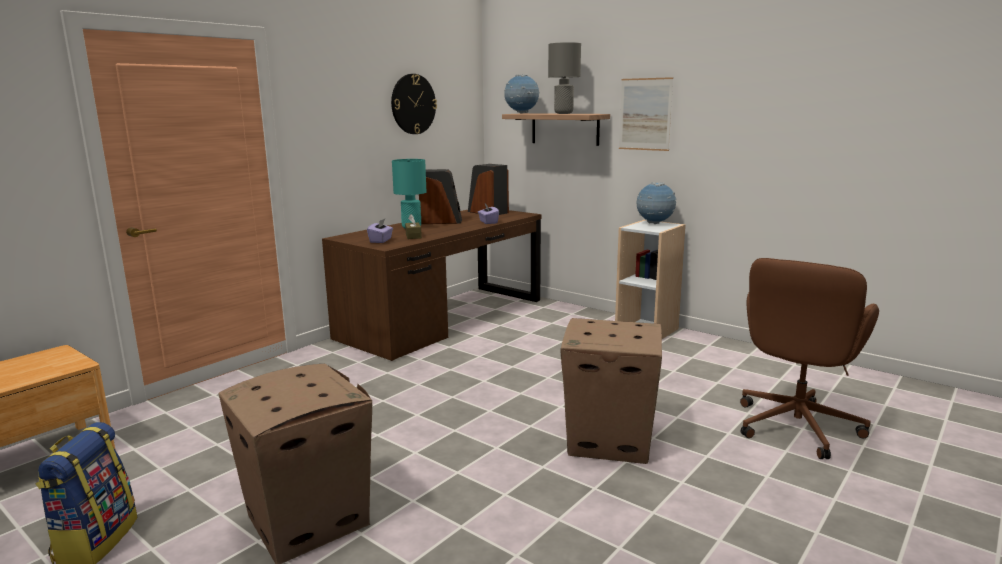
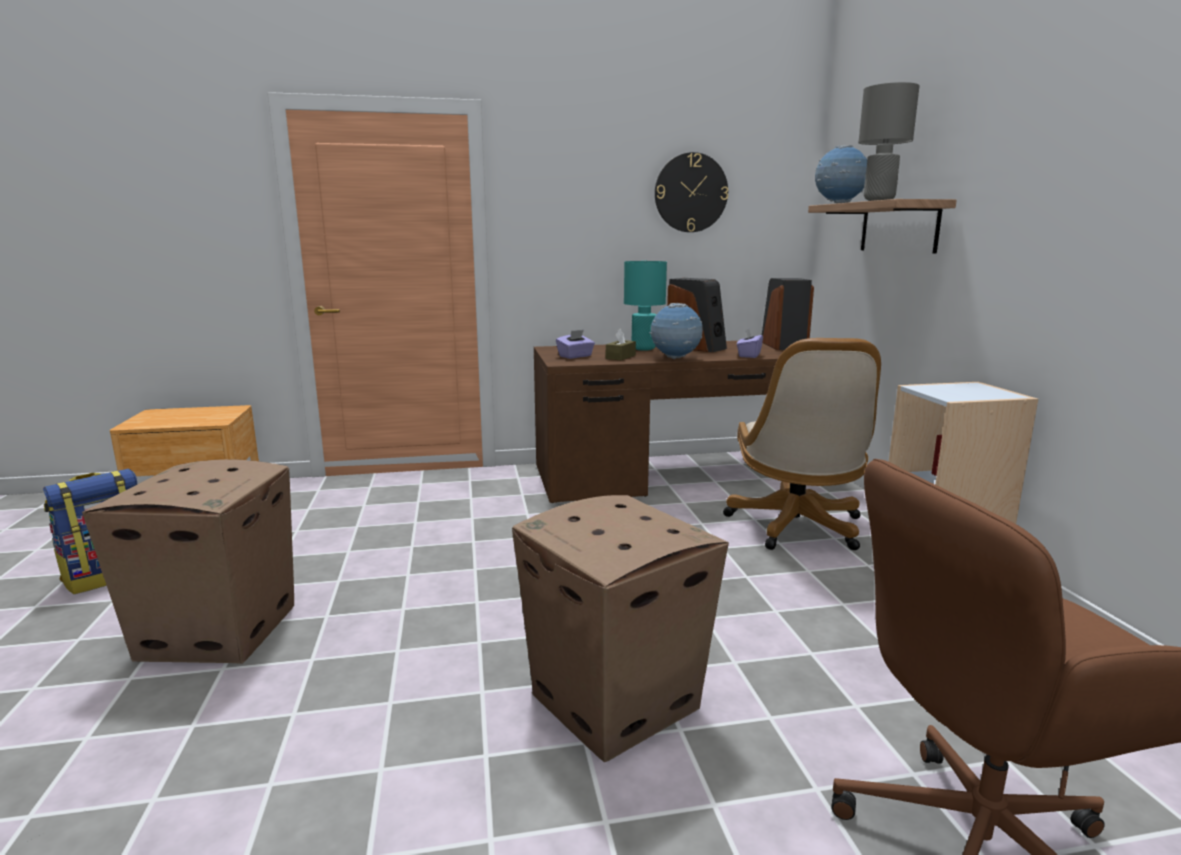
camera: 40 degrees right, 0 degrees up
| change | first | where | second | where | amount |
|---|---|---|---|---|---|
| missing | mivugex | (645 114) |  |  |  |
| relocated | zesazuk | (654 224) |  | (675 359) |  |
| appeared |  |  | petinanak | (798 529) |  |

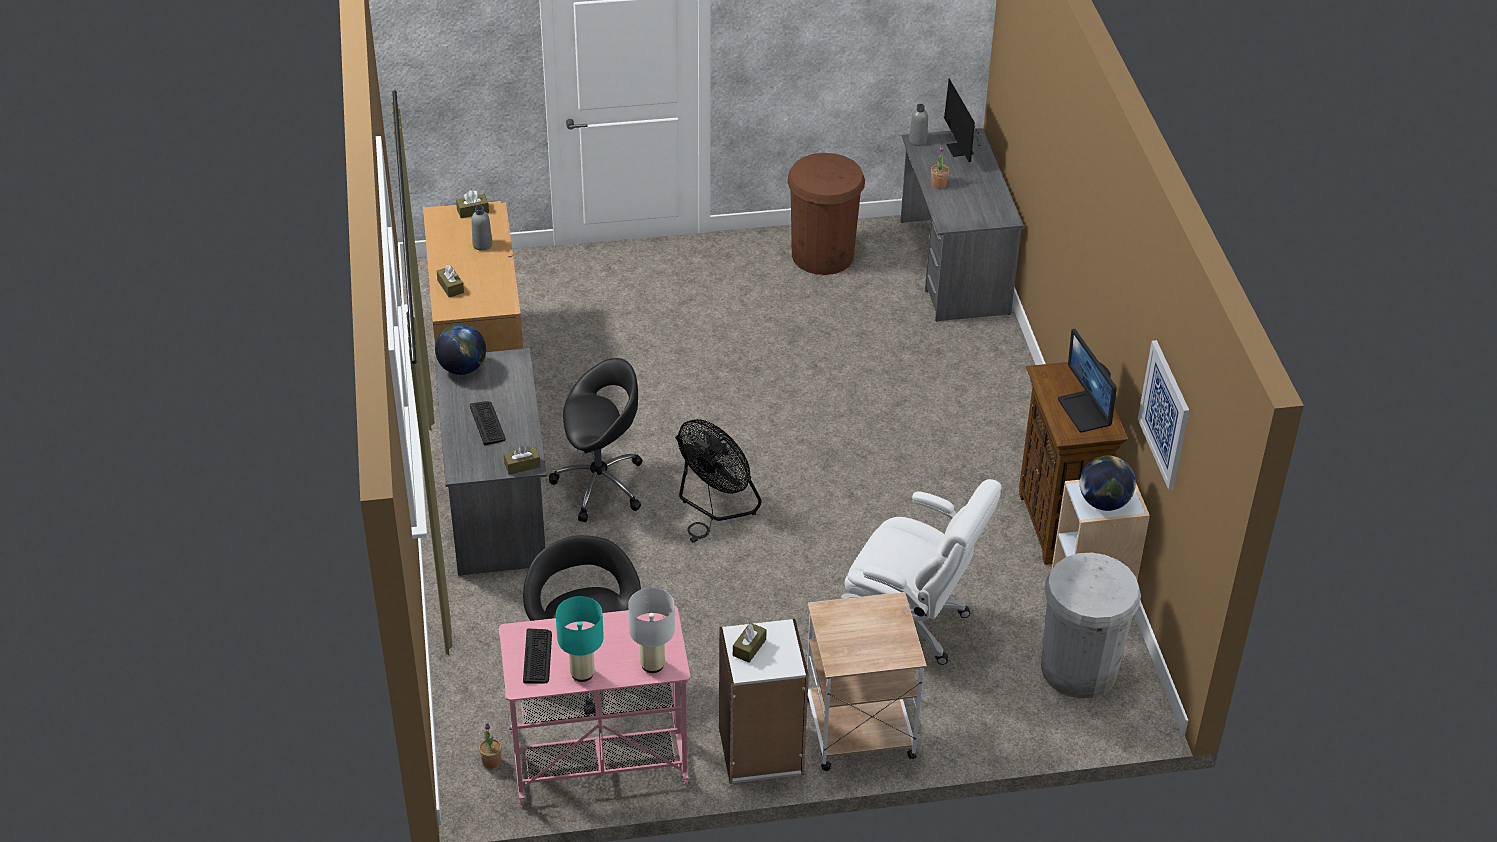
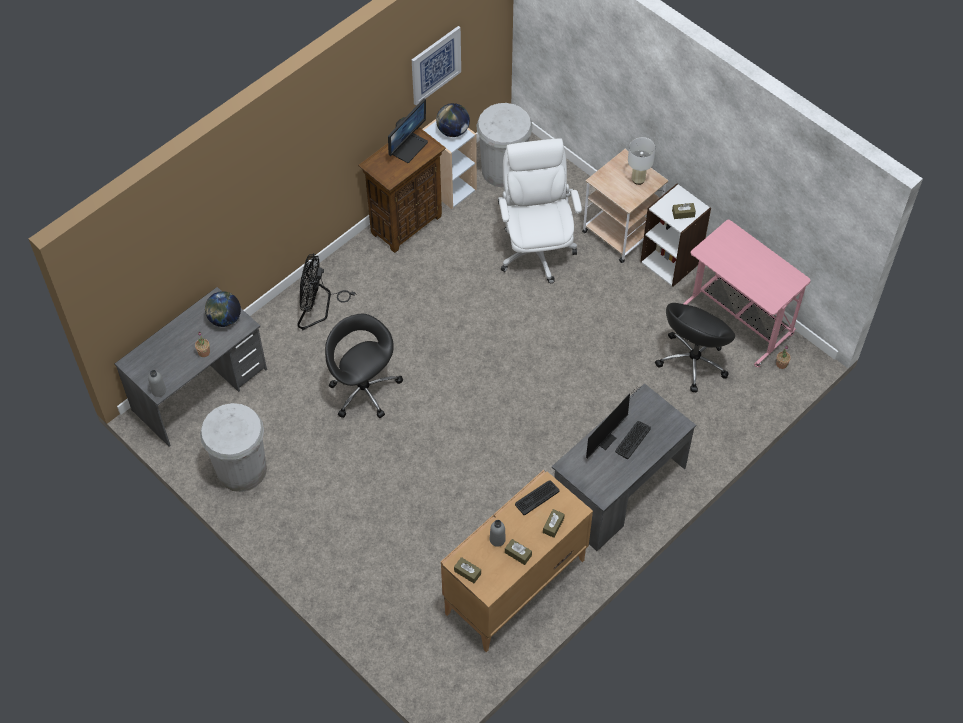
camera: 125 degrees left, 15 degrees up
| change | first | where | second | where | amount |
|---|---|---|---|---|---|
| relocated | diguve | (960 151) |  | (606 437) |  |
| colour | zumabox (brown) | (822 255) | zumabox (white) | (241 469) |  |
| relocated | zesazuk | (462 368) |  | (225 319) |  |
| relocated | petinanak (black) | (602 484) |  | (364 390) |  |
| relocated | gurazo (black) | (709 504) |  | (319 303) |  |
| relocated | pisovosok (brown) | (522 465) |  | (518 554) |  |
| relocated | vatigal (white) | (652 665) |  | (638 179) |  |
| missing | vatigal (turquoise) | (581 673) |  |  |  |
| relocated | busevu | (537 657) |  | (537 497) |  |

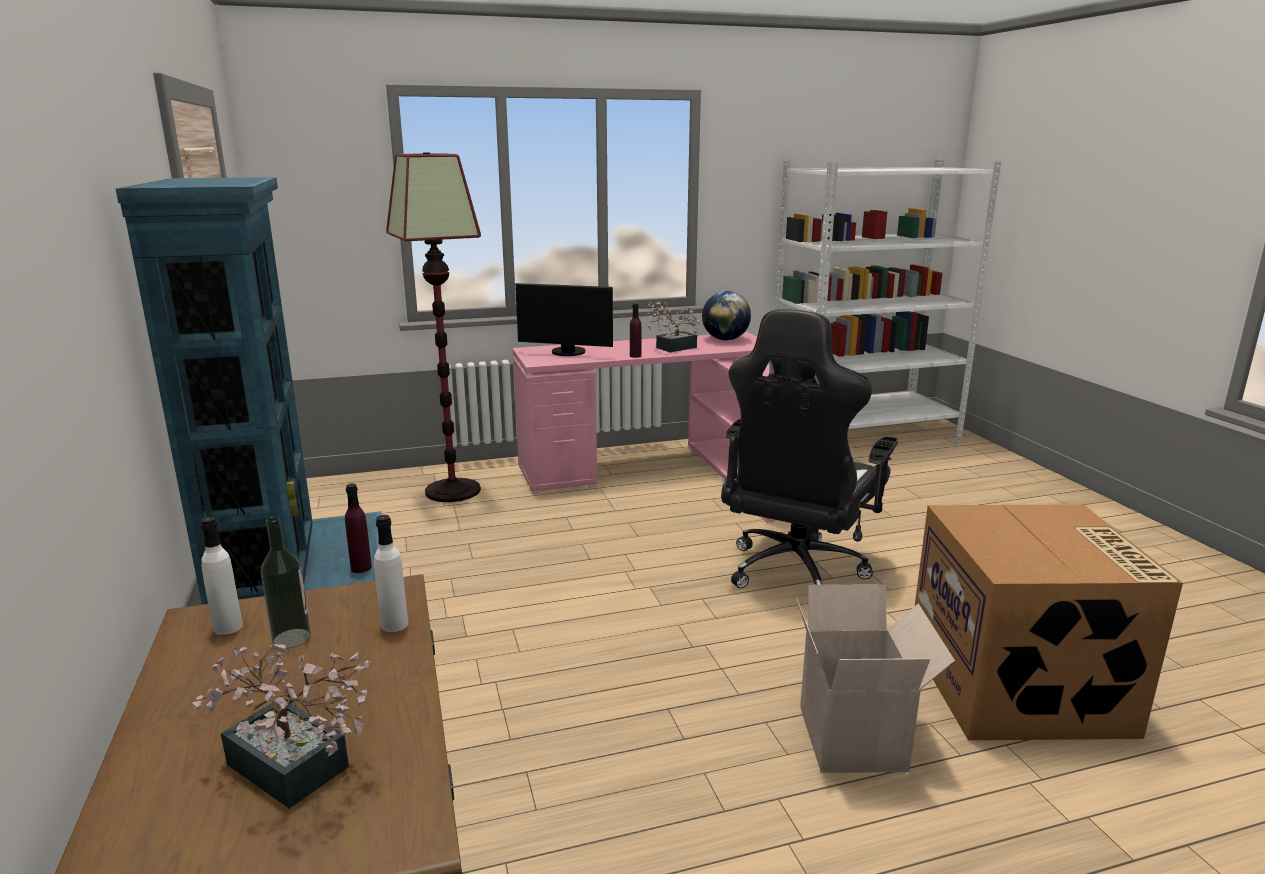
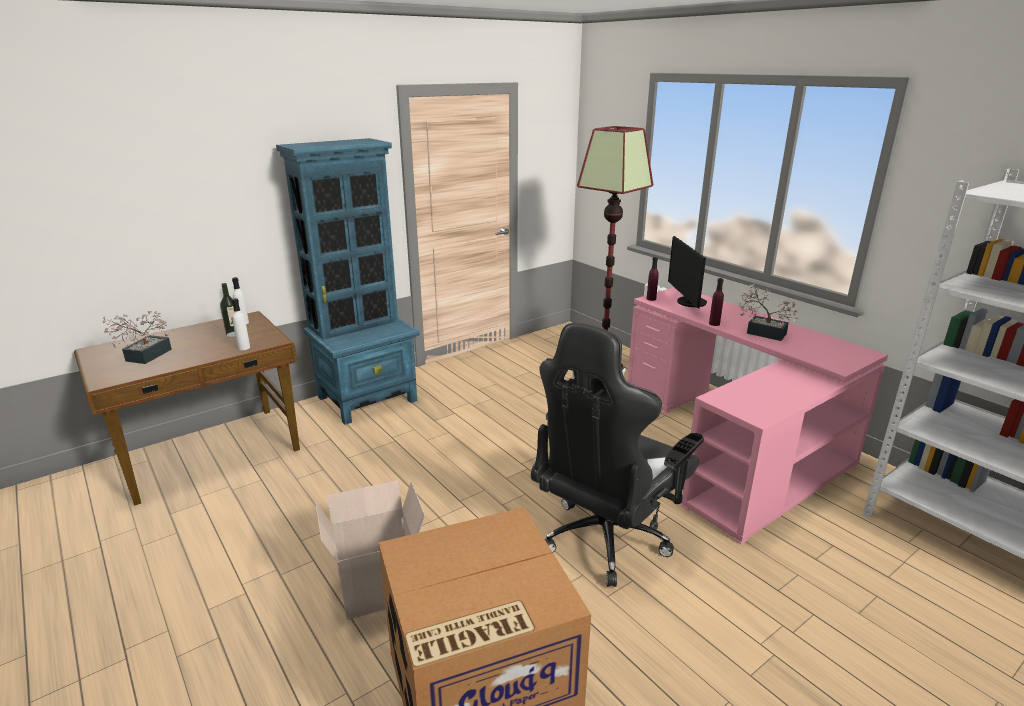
camera: 70 degrees right, 5 degrees up
| change | first | where | second | where | amount |
|---|---|---|---|---|---|
| missing | zesazuk | (725 339) |  |  |  |
| spun | petinanak (black) | (798 567) |  | (608 535) | 60 degrees counterclockwise |
| relocated | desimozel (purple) | (361 568) |  | (651 299) |  |

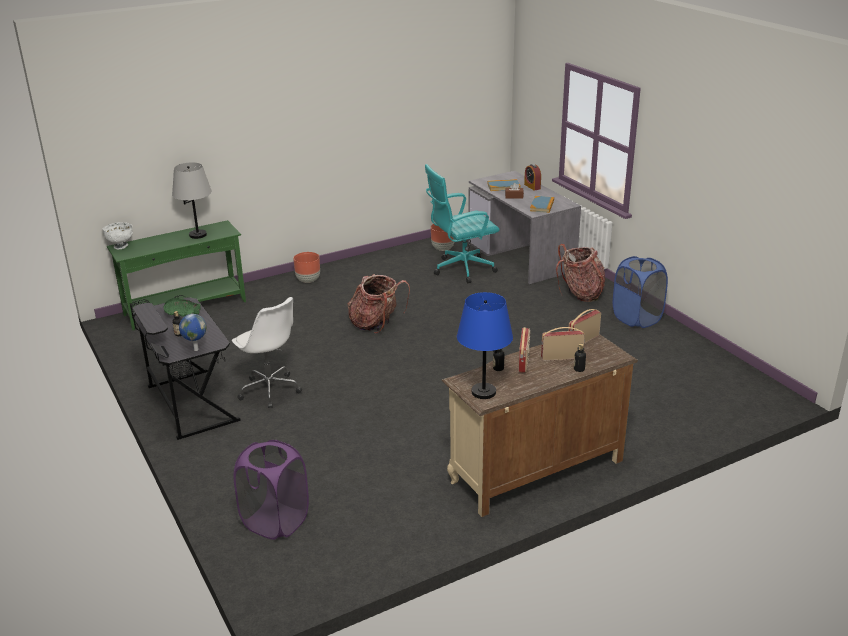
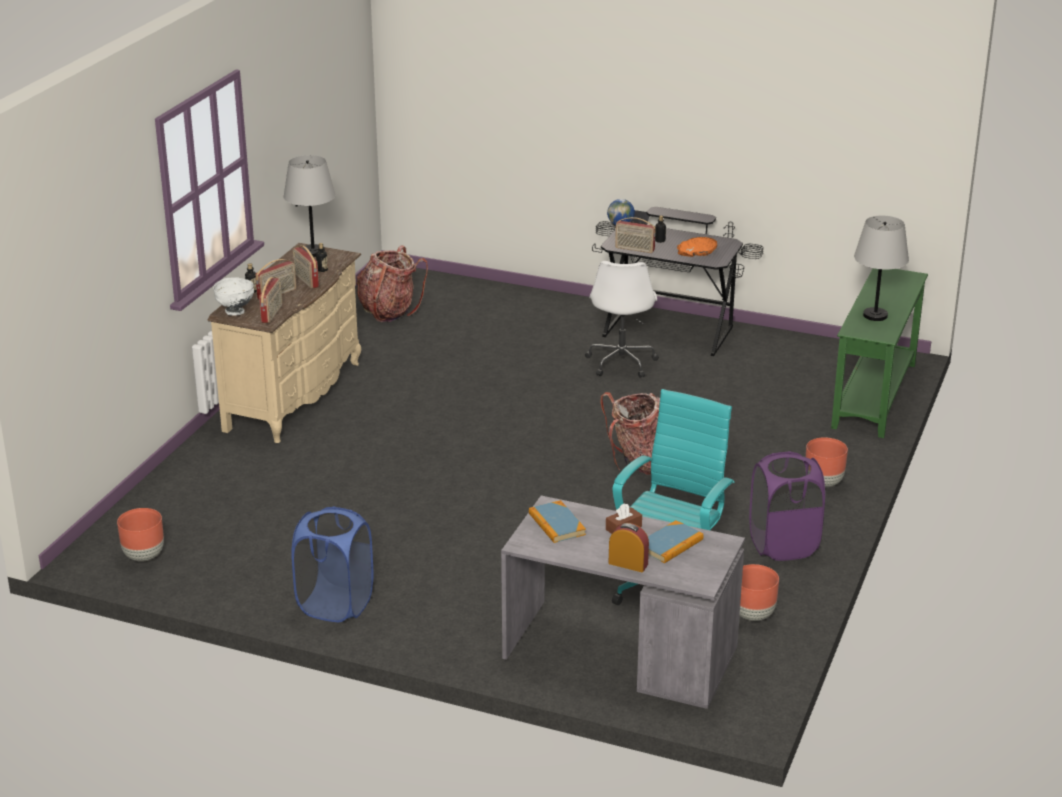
camera: 140 degrees right, 0 degrees up
| change | first | where | second | where | amount |
|---|---|---|---|---|---|
| relocated | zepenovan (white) | (121 246) |  | (235 312) |  |
| relocated | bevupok | (580 294) |  | (389 311) |  |
| colour | vatigal (blue) | (483 392) | vatigal (grey) | (313 252) |  |
| spun | petinanak (white) | (271 391) |  | (621 364) | 90 degrees counterclockwise |
| colour | zepenovan (green) | (182 313) | zepenovan (orange) | (696 253) |  |
| relocated | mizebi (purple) | (275 521) |  | (783 545) |  |
| appeared |  |  | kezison | (634 249) |  |
| appeared |  |  | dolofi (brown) | (143 556) |  |

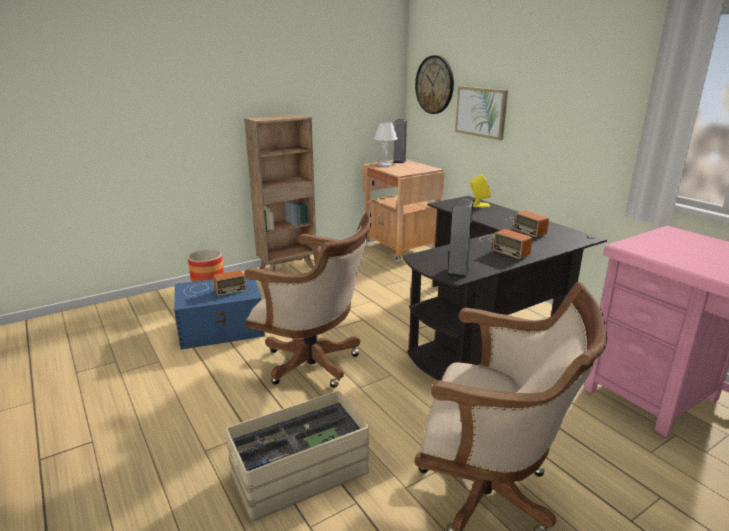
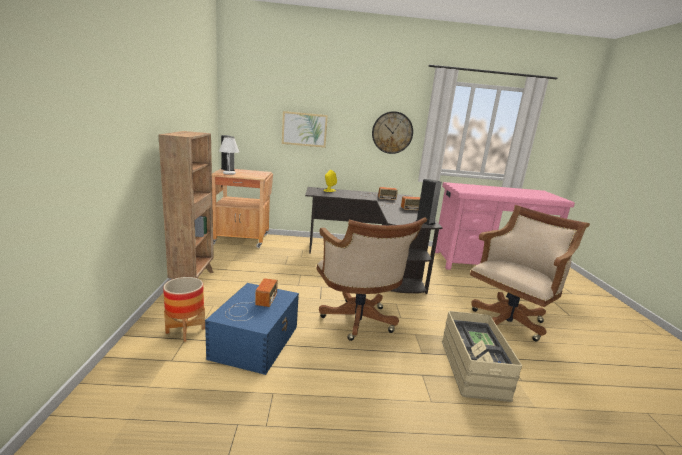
camera: 60 degrees left, 5 degrees down
| change | first | where | second | where | amount |
|---|---|---|---|---|---|
| relocated | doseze | (434 85) |  | (392 132) |  |
| spun | petinanak | (315 364) |  | (359 321) | 105 degrees clockwise |

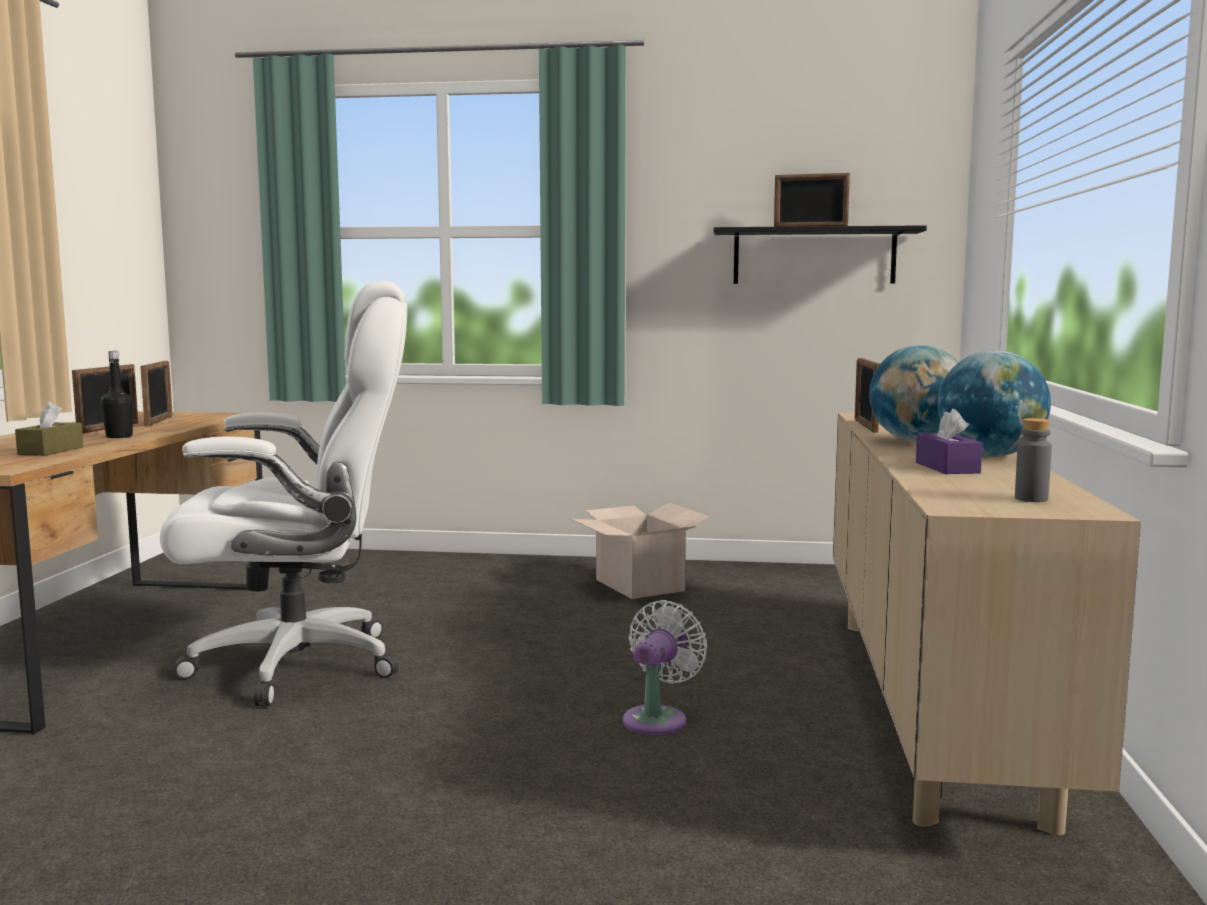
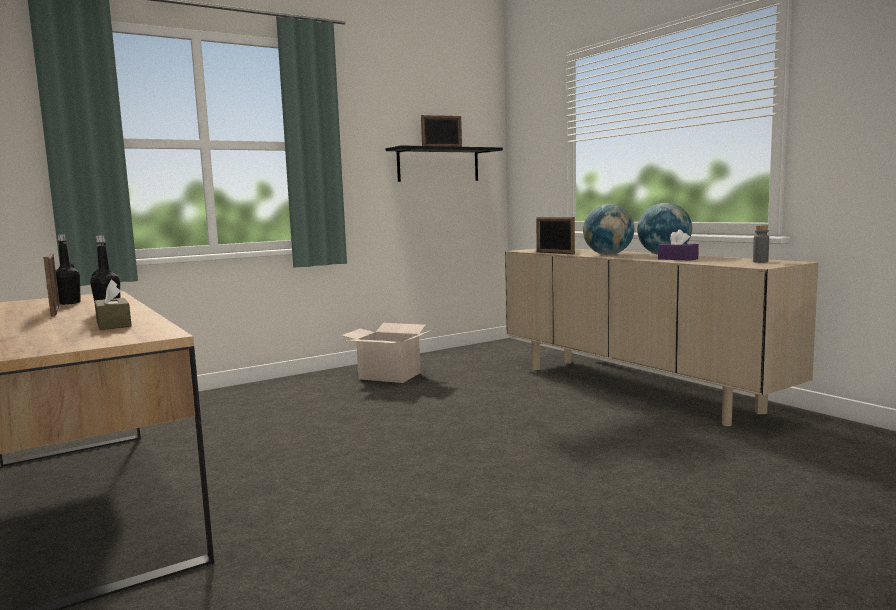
camera: 40 degrees left, 0 degrees up
| change | first | where | second | where | amount |
|---|---|---|---|---|---|
| missing | petinanak (white) | (301 665) |  |  |  |
| exchanged | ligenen | (159 421) | desimozel (black) | (69 303) |  |
| missing | gurazo (white) | (658 718) |  |  |  |

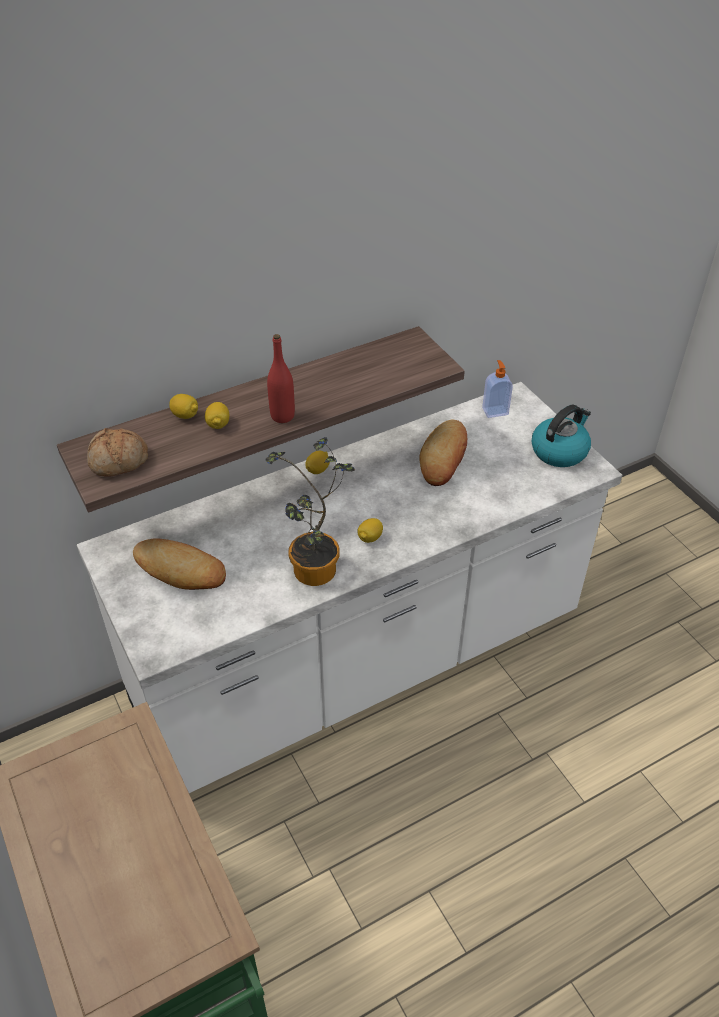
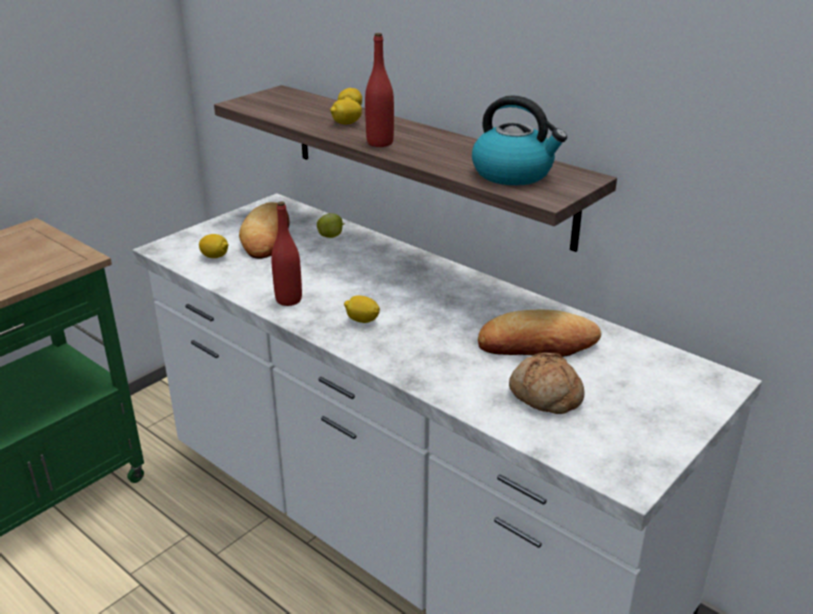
camera: 70 degrees right, 15 degrees down
| change | first | where | second | where | amount |
|---|---|---|---|---|---|
| missing | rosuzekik | (495 411) |  |  |  |
| relocated | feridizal | (559 451) |  | (513 173) |  |
| relocated | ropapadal | (118 461) |  | (544 395) |  |
| exchanged | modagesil | (314 575) | desimozel (red) | (288 300) |  |
| relocated | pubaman | (318 470) |  | (215 256) |  |
| appeared |  |  | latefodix | (331 236) |  |

